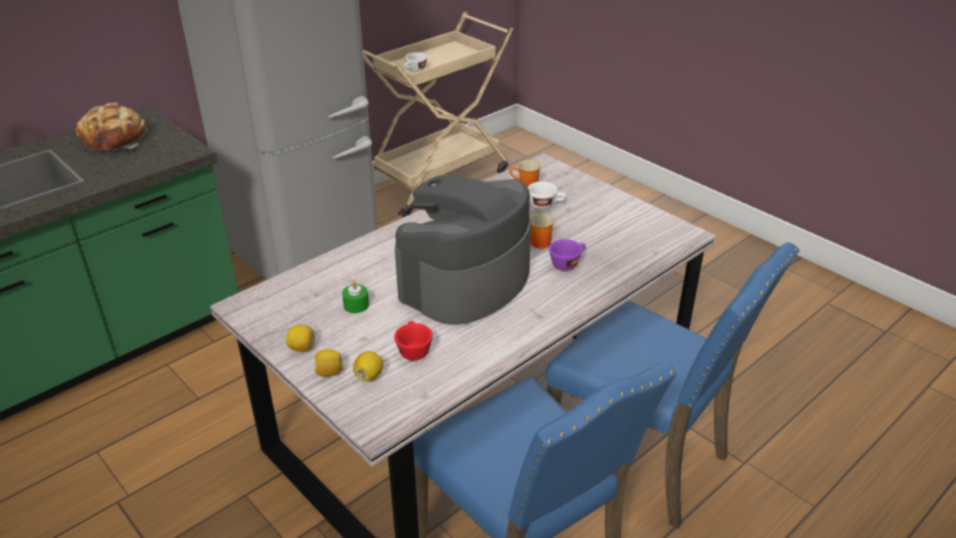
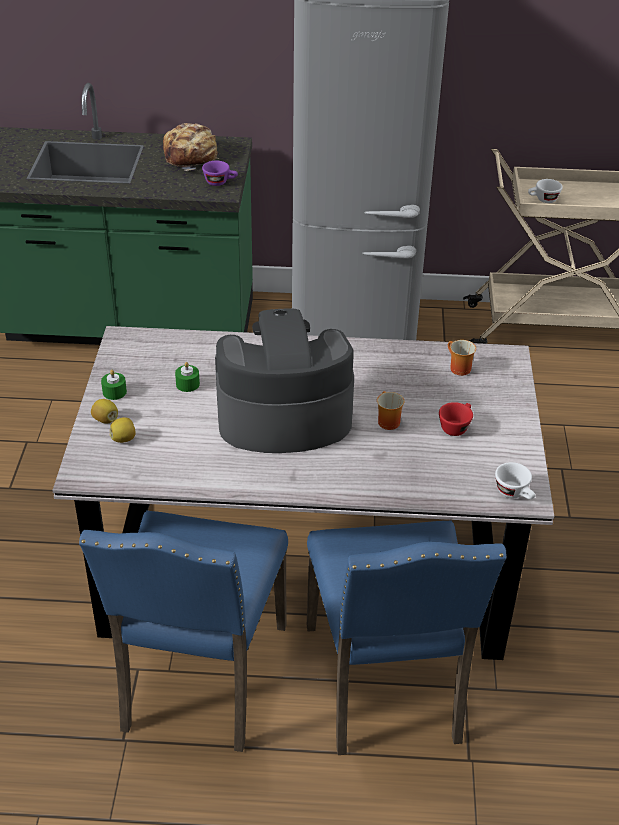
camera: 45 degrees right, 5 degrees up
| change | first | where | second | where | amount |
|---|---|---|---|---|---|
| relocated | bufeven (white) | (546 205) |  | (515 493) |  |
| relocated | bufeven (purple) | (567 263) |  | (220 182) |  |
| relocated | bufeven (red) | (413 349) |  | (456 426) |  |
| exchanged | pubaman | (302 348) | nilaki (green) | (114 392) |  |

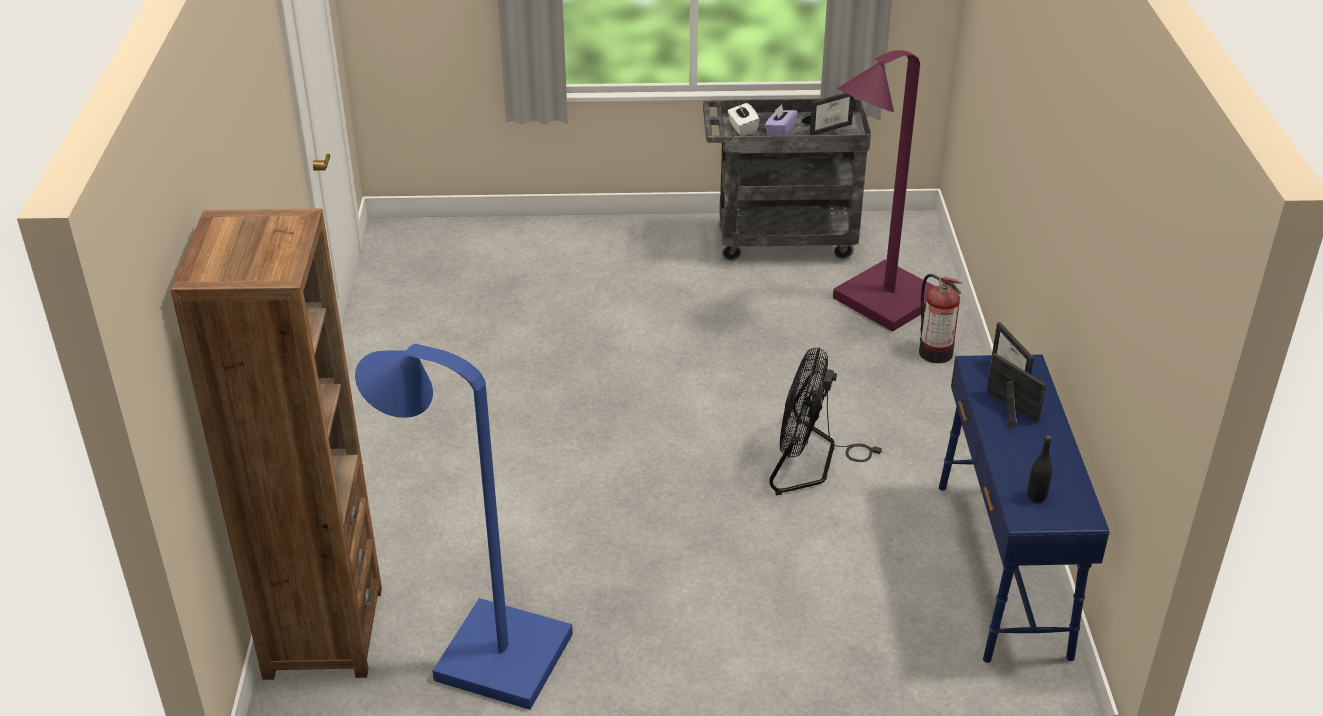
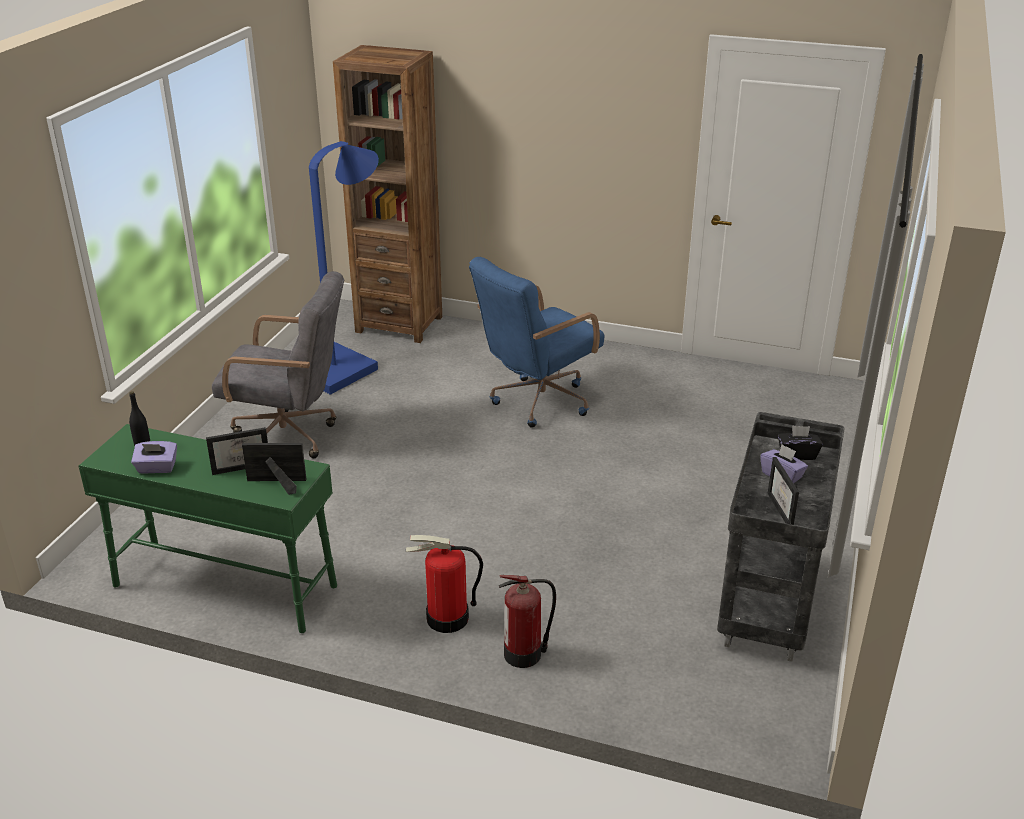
camera: 110 degrees right, 5 degrees down
| change | first | where | second | where | amount |
|---|---|---|---|---|---|
| missing | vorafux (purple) | (877 305) |  |  |  |
| colour | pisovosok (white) | (742 128) | pisovosok (black) | (797 454) |  |
| missing | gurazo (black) | (812 458) |  |  |  |
| colour | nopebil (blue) | (1000 569) | nopebil (green) | (225 585) |  |
| appeared |  |  | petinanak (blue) | (537 404) |  |
| appeared |  |  | petinanak (grey) | (290 439) |  |
| appeared |  |  | pisovosok (purple) | (157 468) |  |
| appeared |  |  | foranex | (447 619) |  |

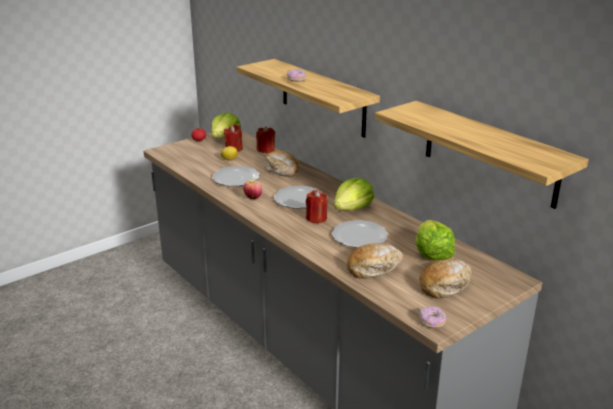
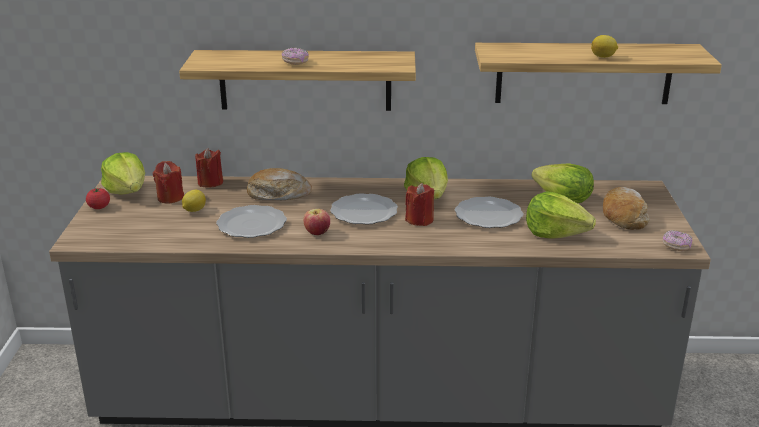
camera: 50 degrees left, 0 degrees up
| change | first | where | second | where | amount |
|---|---|---|---|---|---|
| exchanged | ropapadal | (374 267) | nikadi | (555 233) |  |
| appeared |  |  | pubaman | (603 57) |  |

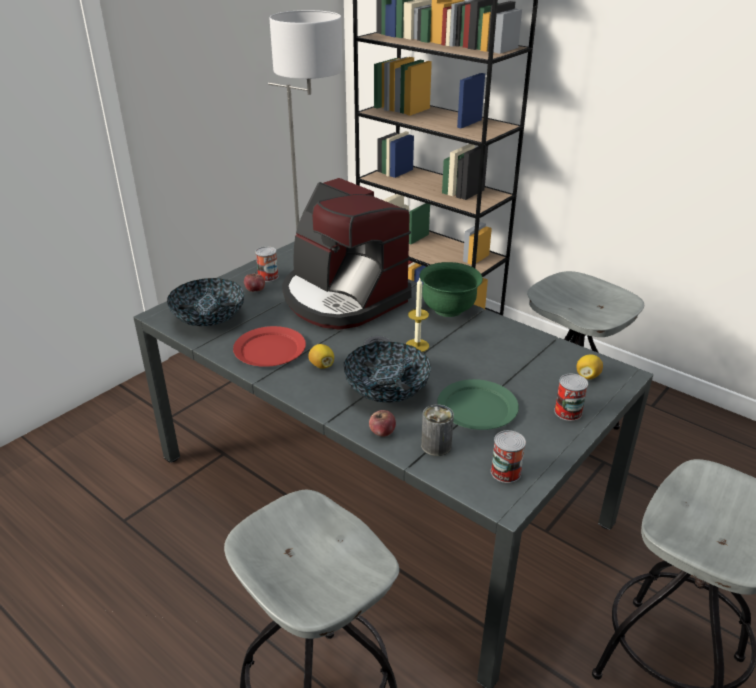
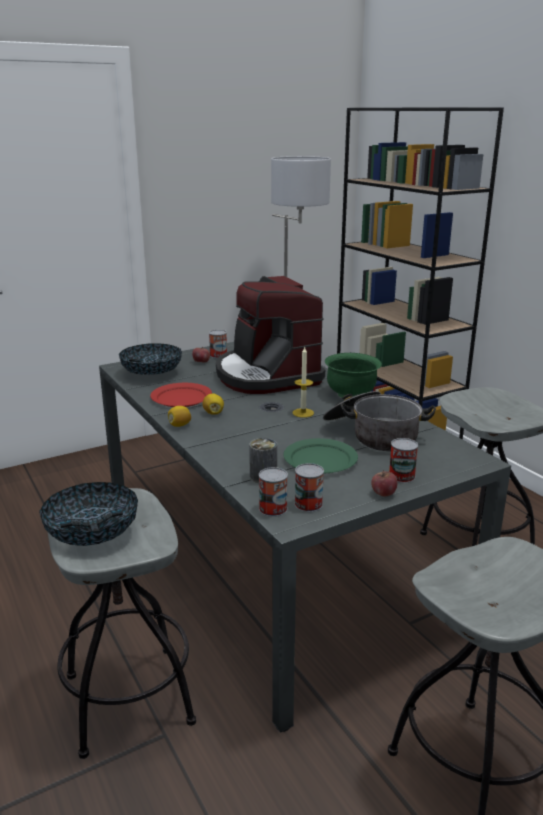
camera: 20 degrees right, 10 degrees down
| change | first | where | second | where | amount |
|---|---|---|---|---|---|
| relocated | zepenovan | (387 390) |  | (93 534) |  |
| relocated | pubaman | (587 376) |  | (179 425) |  |
| relocated | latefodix | (382 432) |  | (383 493) |  |
| appeared |  |  | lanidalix | (372 434) |  |
| appeared |  |  | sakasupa | (273 509) |  |

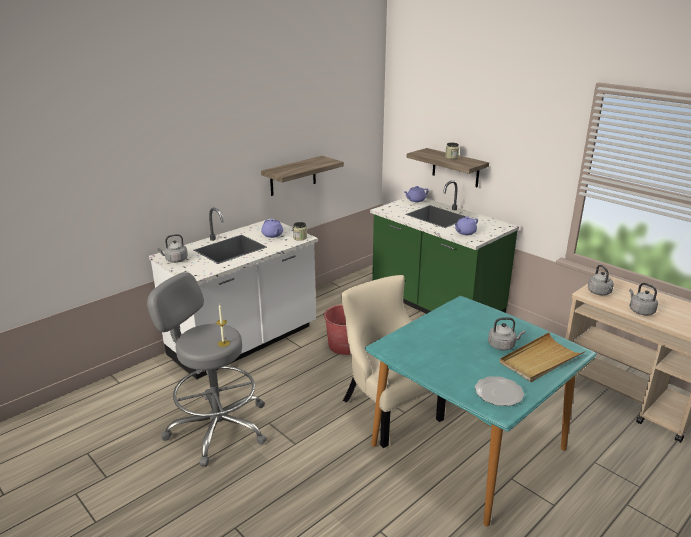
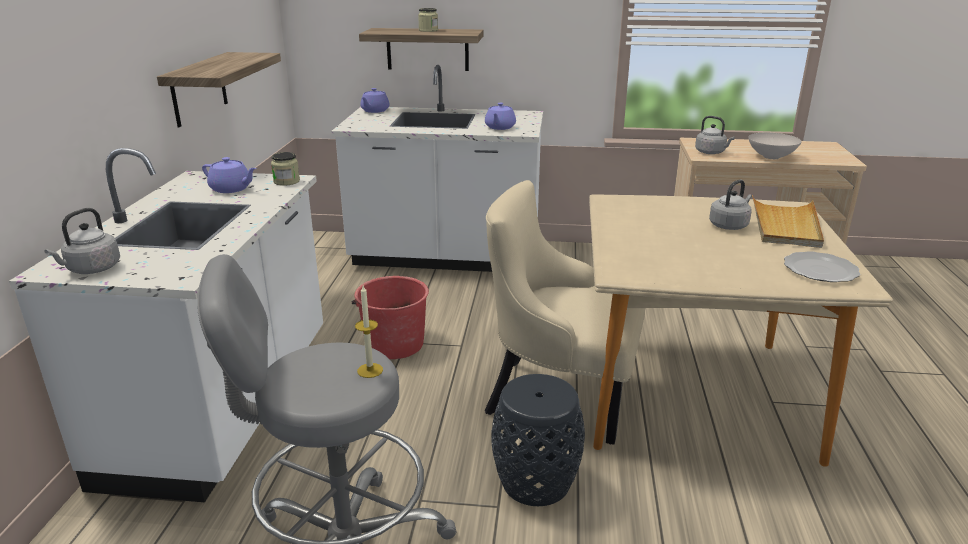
camera: 40 degrees left, 0 degrees up
| change | first | where | second | where | amount |
|---|---|---|---|---|---|
| colour | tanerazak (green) | (435 305) | tanerazak (white) | (446 257) |  |
| exchanged | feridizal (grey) | (640 311) | zepenovan (white) | (770 157) |  |
| colour | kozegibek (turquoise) | (469 448) | kozegibek (beige) | (693 393) |  |
| appeared |  |  | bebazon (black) | (535 482) |  |

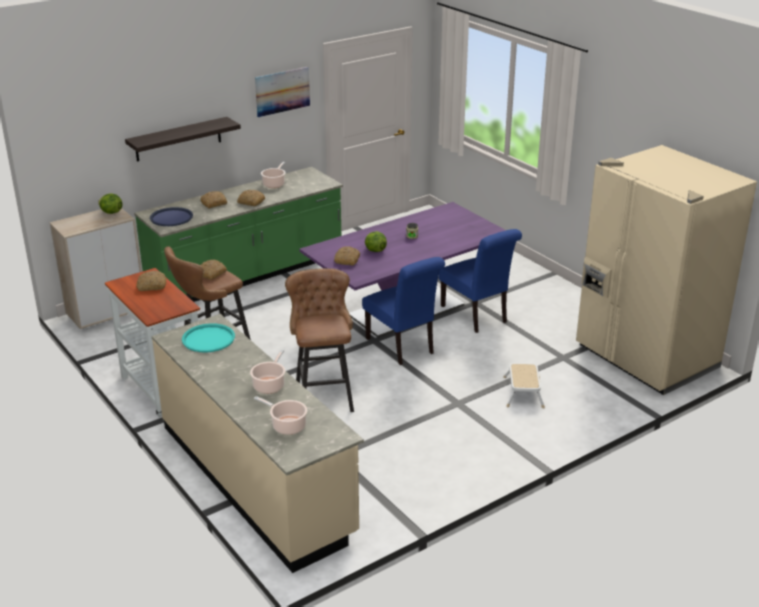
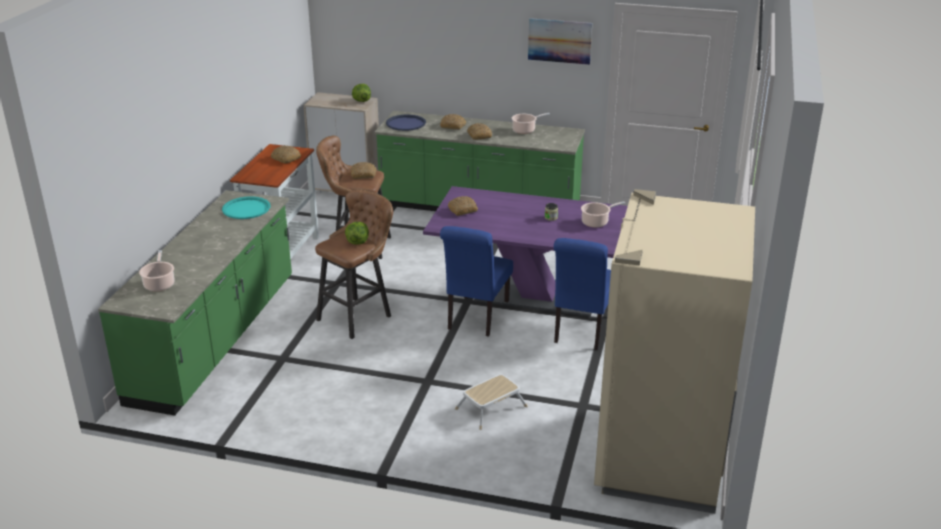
camera: 50 degrees right, 0 degrees up
| change | first | where | second | where | amount |
|---|---|---|---|---|---|
| missing | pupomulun | (178 139) |  |  |  |
| relocated | nikadi | (375 250) |  | (357 242) |  |
| colour | tanerazak (beige) | (256 479) | tanerazak (green) | (216 339) |  |
| relocated | lanidalix | (269 385) |  | (596 222) |  |

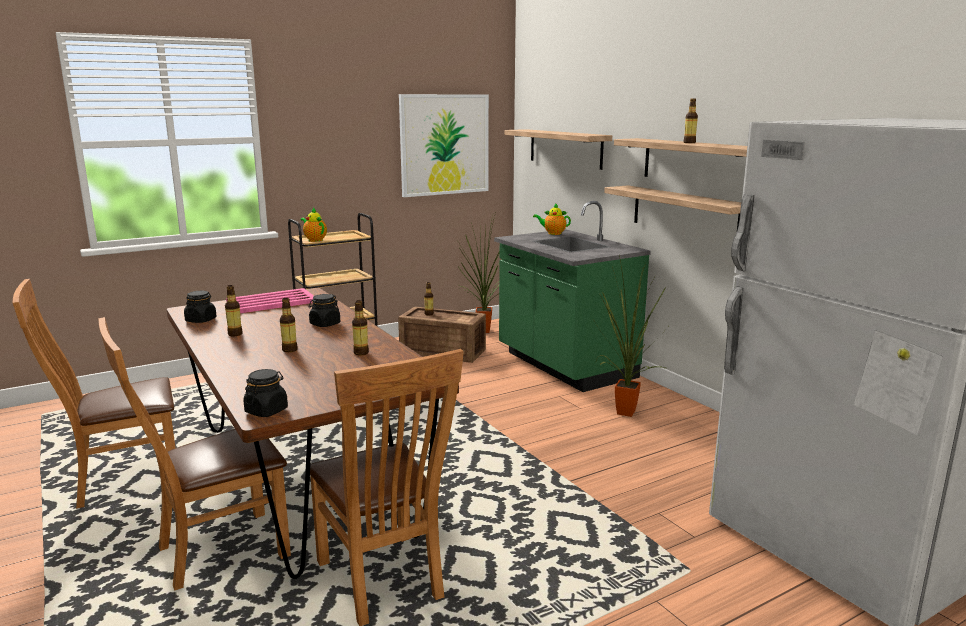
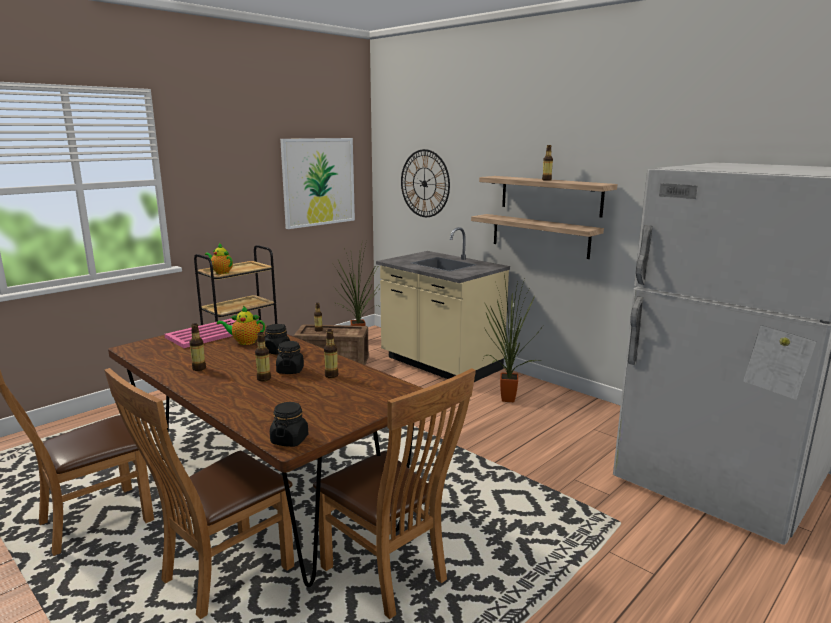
camera: 15 degrees left, 0 degrees up
| change | first | where | second | where | amount |
|---|---|---|---|---|---|
| exchanged | pupomulun | (565 148) | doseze | (424 183) |  |
| colour | tanerazak (green) | (564 365) | tanerazak (beige) | (440 364) |  |
| relocated | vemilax | (553 233) |  | (244 342) |  |
| relocated | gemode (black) | (201 320) |  | (290 370) |  |

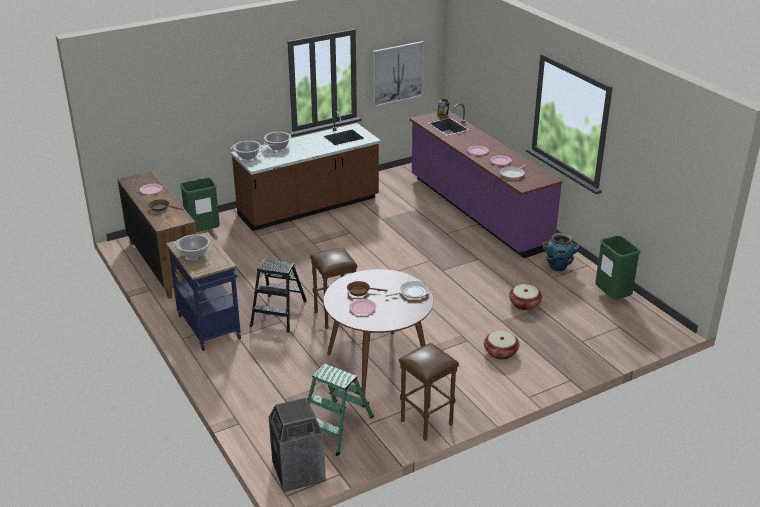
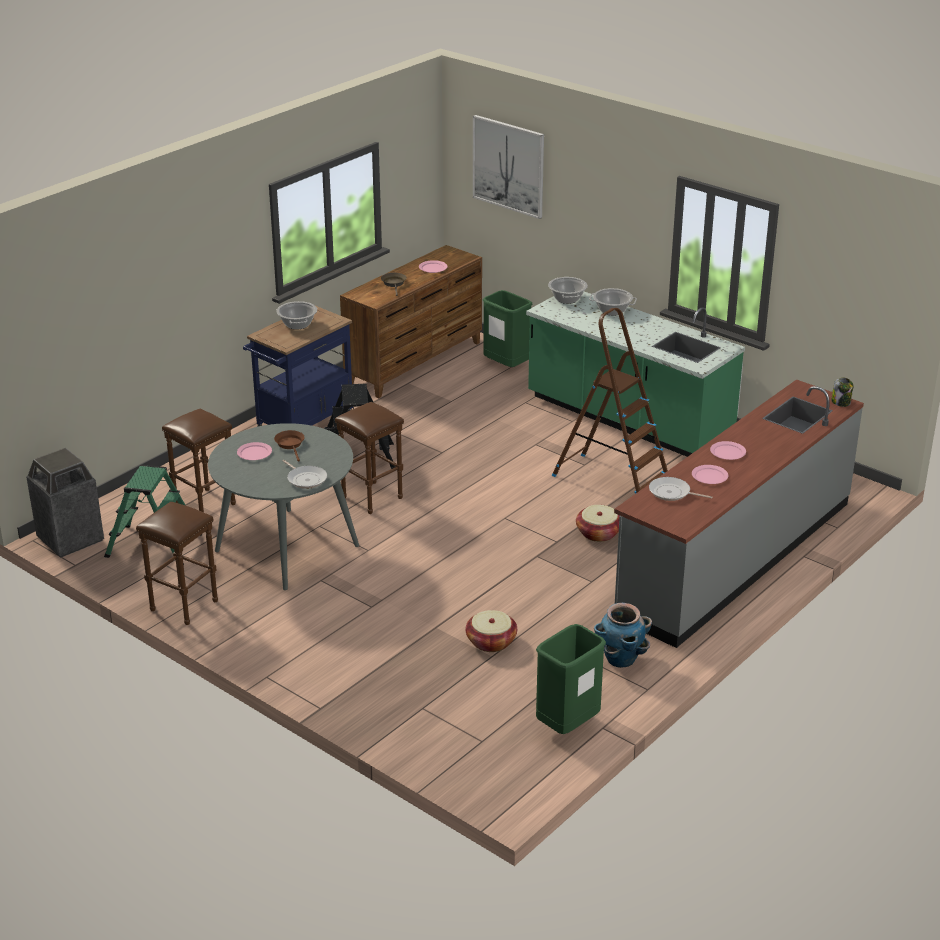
camera: 70 degrees right, 0 degrees up
| change | first | where | second | where | amount |
|---|---|---|---|---|---|
| relocated | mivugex | (397 73) |  | (508 166) |  |
| colour | tanerazak (purple) | (477 212) | tanerazak (grey) | (734 557) |  |
| colour | tanerazak (brown) | (309 208) | tanerazak (green) | (628 420) |  |
| colour | kozegibek (brown) | (378 363) | kozegibek (grey) | (287 548) |  |
| relocated | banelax | (500 352) |  | (598 533) |  |
| appeared |  |  | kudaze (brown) | (612 483) |  |
| appeared |  |  | bebazon (brown) | (205 504) |  |

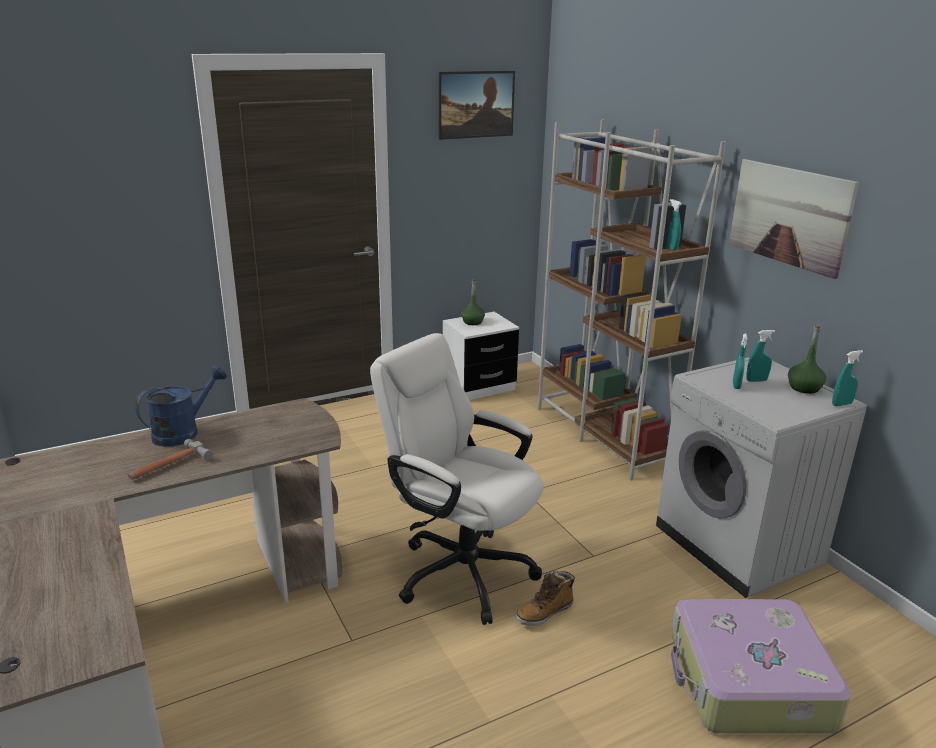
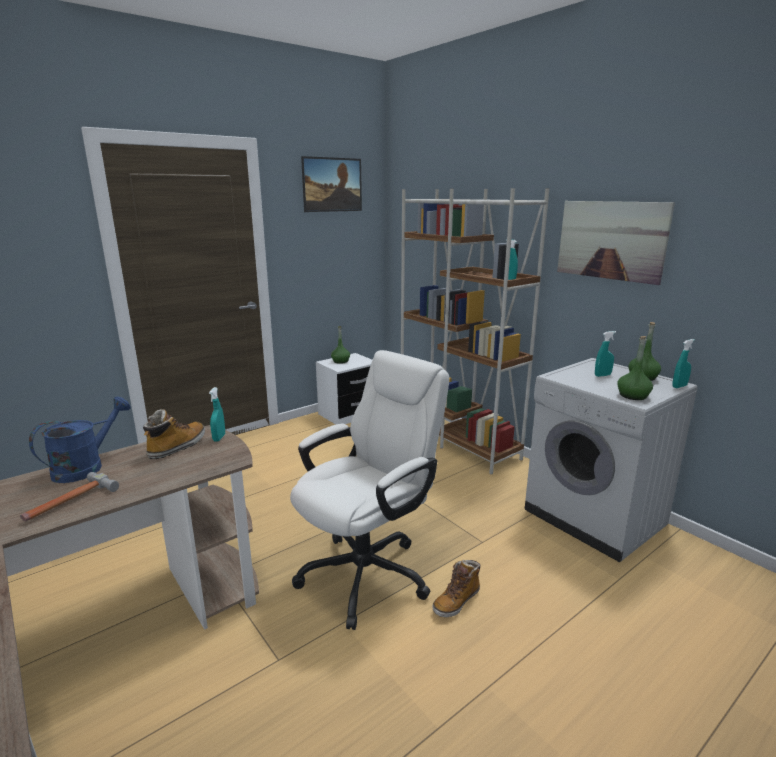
camera: 10 degrees left, 5 degrees down
| change | first | where | second | where | amount |
|---|---|---|---|---|---|
| spun | petinanak (white) | (459 571) |  | (369 573) | 105 degrees clockwise |
| relocated | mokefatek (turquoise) | (736 385) |  | (219 438) |  |
| missing | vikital | (748 682) |  |  |  |
| appeared |  |  | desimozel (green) | (632 396) |  |
| appeared |  |  | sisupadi | (177 447) |  |

